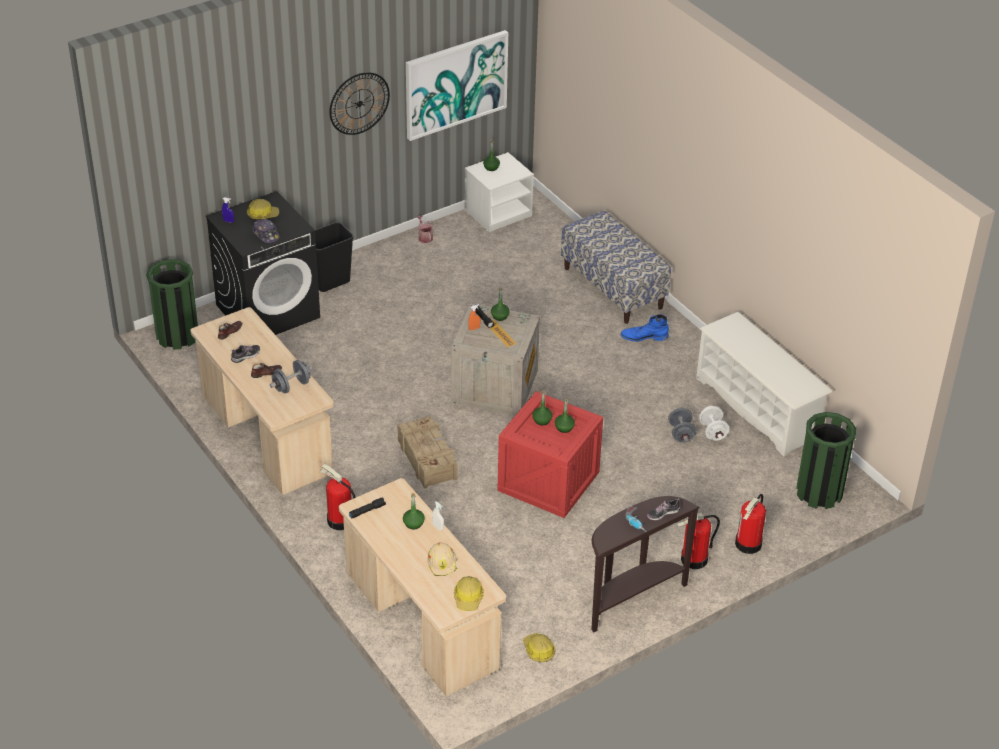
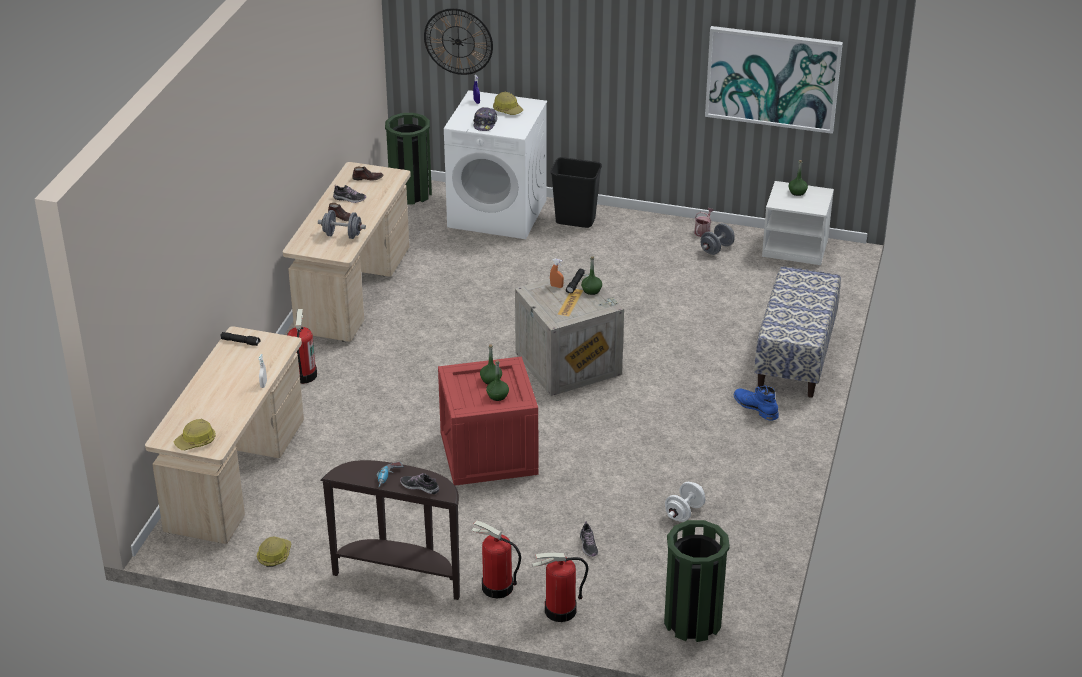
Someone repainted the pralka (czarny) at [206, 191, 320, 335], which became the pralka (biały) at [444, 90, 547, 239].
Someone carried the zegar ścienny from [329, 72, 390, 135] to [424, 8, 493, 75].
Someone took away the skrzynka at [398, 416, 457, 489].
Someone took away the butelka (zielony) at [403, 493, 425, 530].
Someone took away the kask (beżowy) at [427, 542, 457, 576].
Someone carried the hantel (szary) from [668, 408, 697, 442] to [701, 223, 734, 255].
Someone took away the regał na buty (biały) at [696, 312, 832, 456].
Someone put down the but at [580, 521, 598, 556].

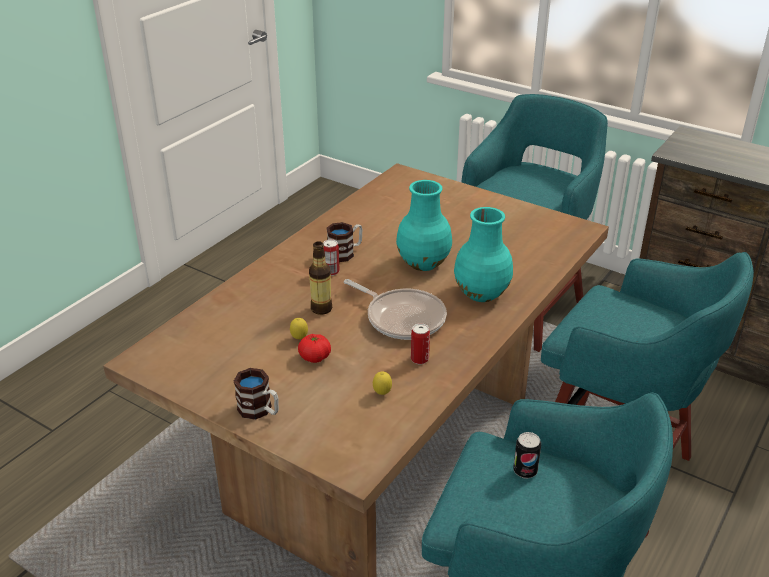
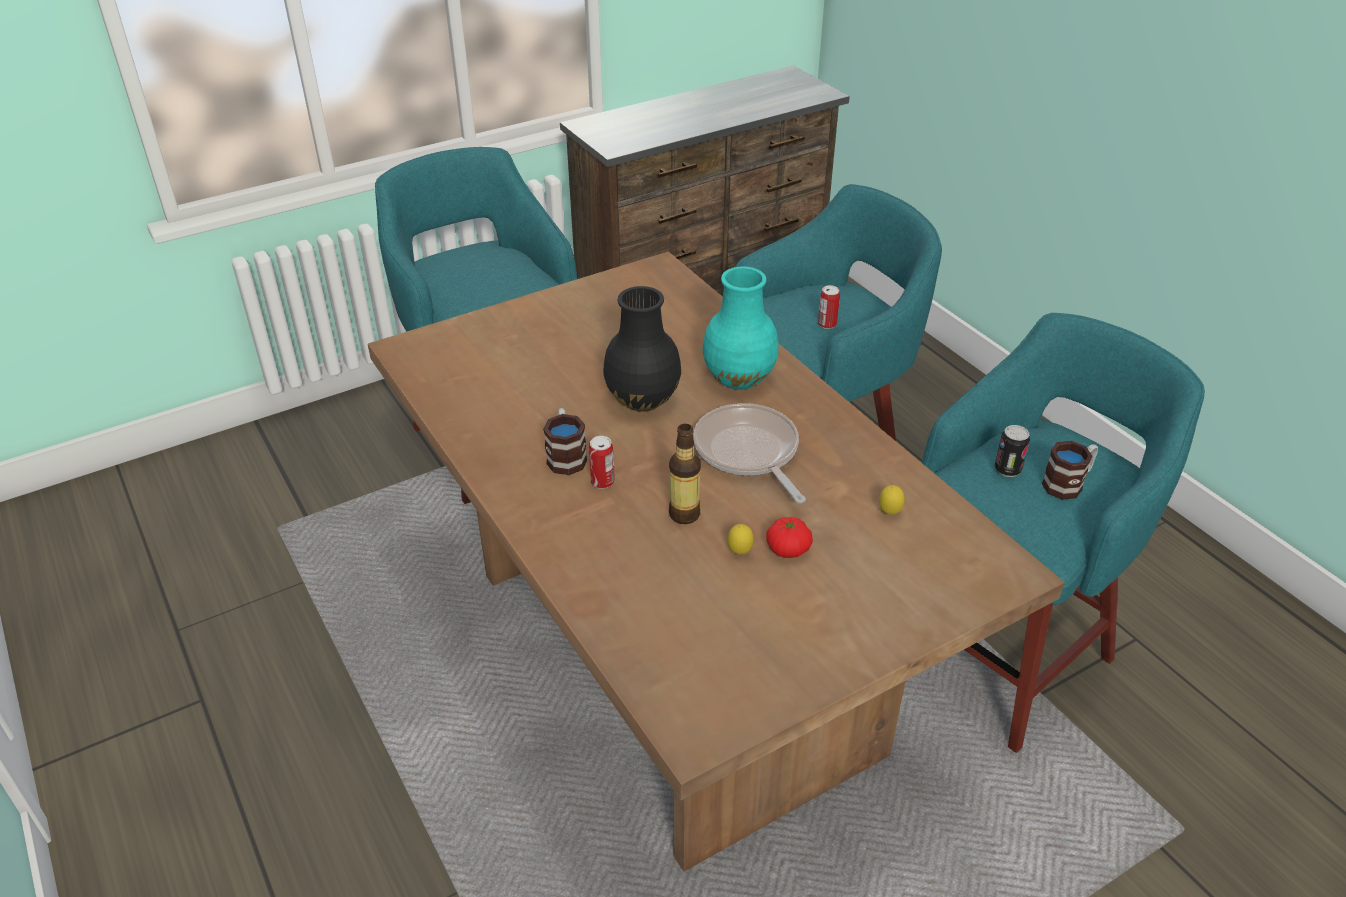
Someone carried the kubek from [234, 368, 279, 420] to [1042, 441, 1098, 500].
Someone rotated the patelnia at [344, 279, 447, 340] by 90 degrees counterclockwise.
Someone repainted the wazon (turkusowy) at [396, 180, 452, 271], which became the wazon (czarny) at [603, 286, 681, 412].
Someone carried the puszka from [411, 323, 430, 364] to [818, 285, 840, 329].

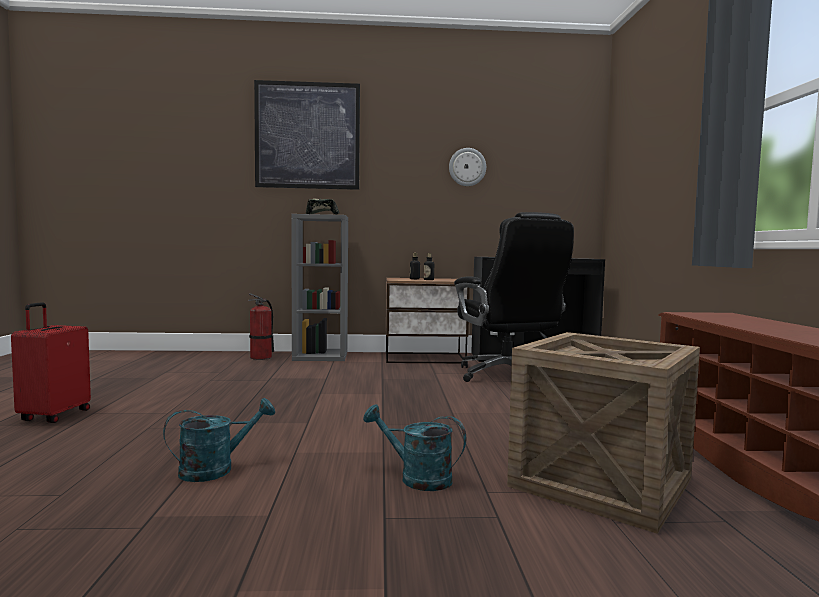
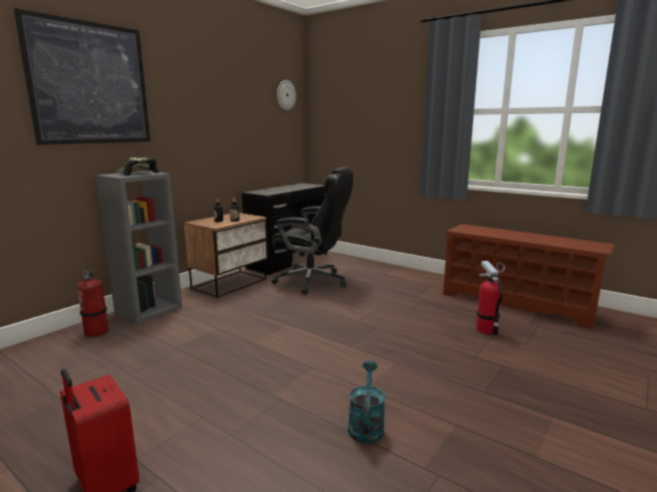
Someone took away the konewka (turkusowy) at [363, 404, 466, 491].
Someone carried the zegar ścienny from [449, 148, 486, 186] to [277, 80, 296, 110].
Someone swapped the skrzynka at [507, 332, 700, 534] for the gaśnica at [476, 261, 505, 336].

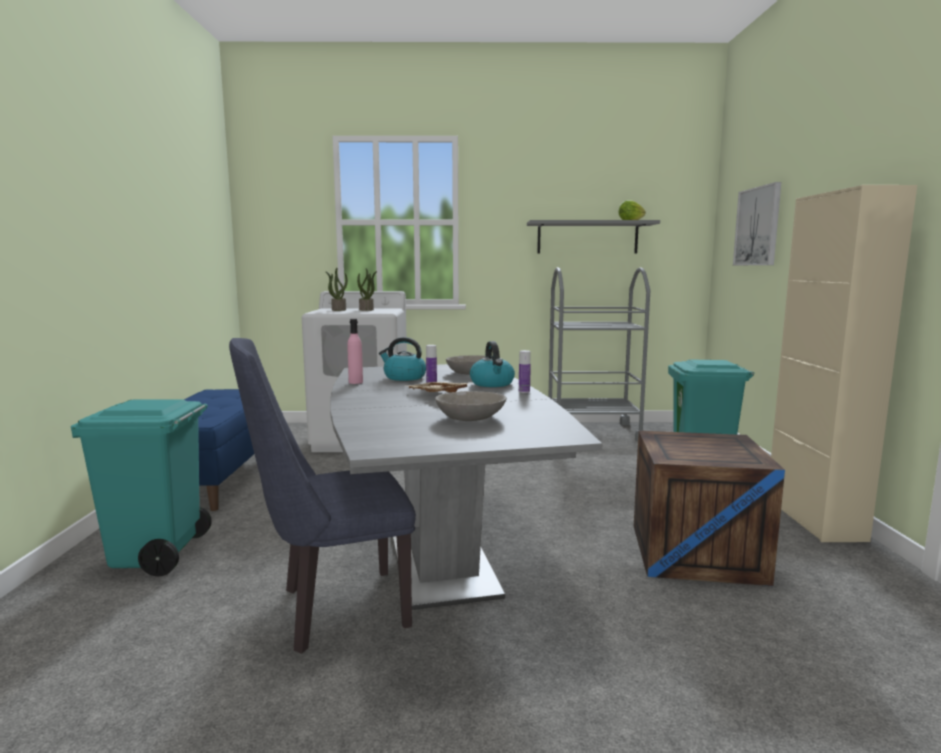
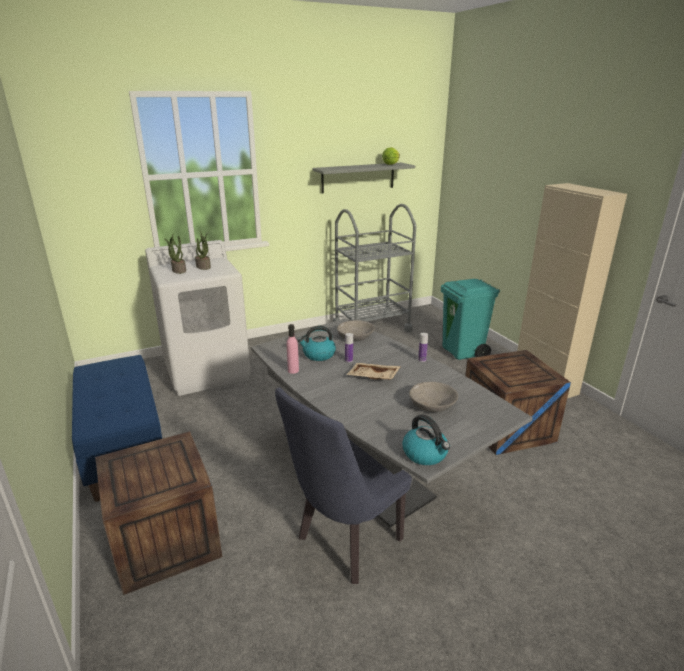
Someone swapped the kosz na śmieci (turkusowy) at [71, 399, 212, 576] for the skrzynka at [95, 431, 222, 595].
Someone carried the czajnik from [470, 341, 515, 387] to [402, 415, 450, 465].
Someone took away the obraz at [733, 182, 781, 265].

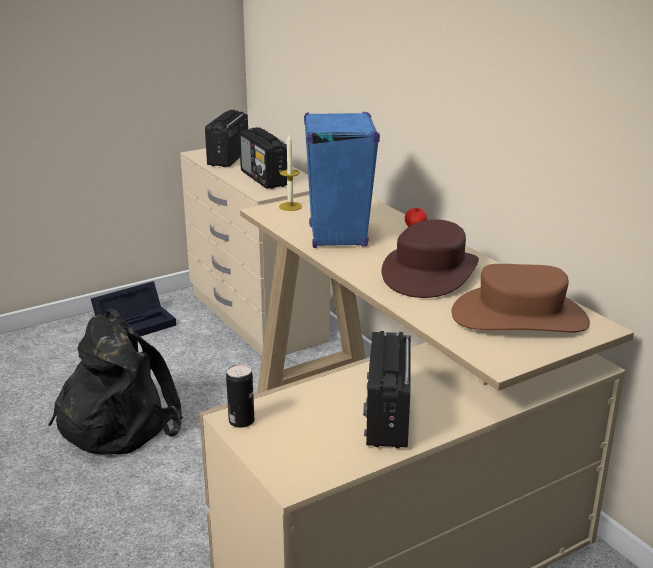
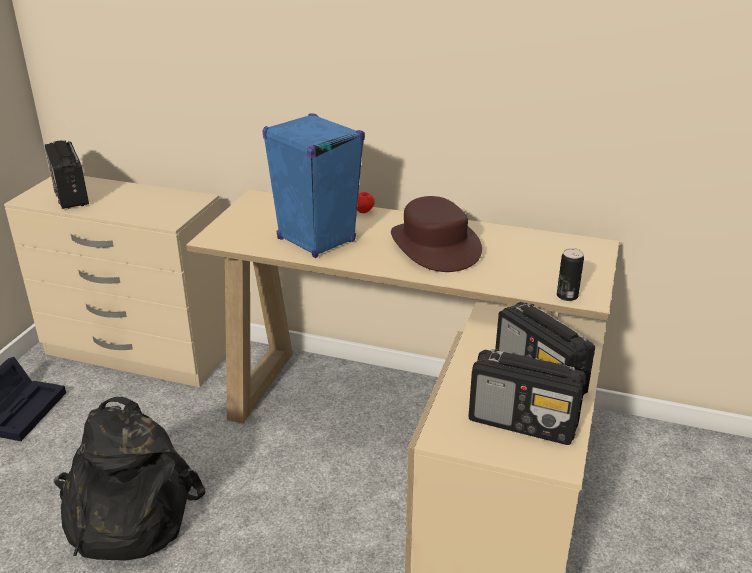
Someone carried the puszka from [226, 364, 254, 428] to [557, 248, 584, 301].
Someone carried the radio from [239, 127, 287, 189] to [468, 349, 586, 445].
Someone took away the świeca at [279, 134, 302, 211].
Someone took away the kapelusz (brązowy) at [452, 264, 590, 332].

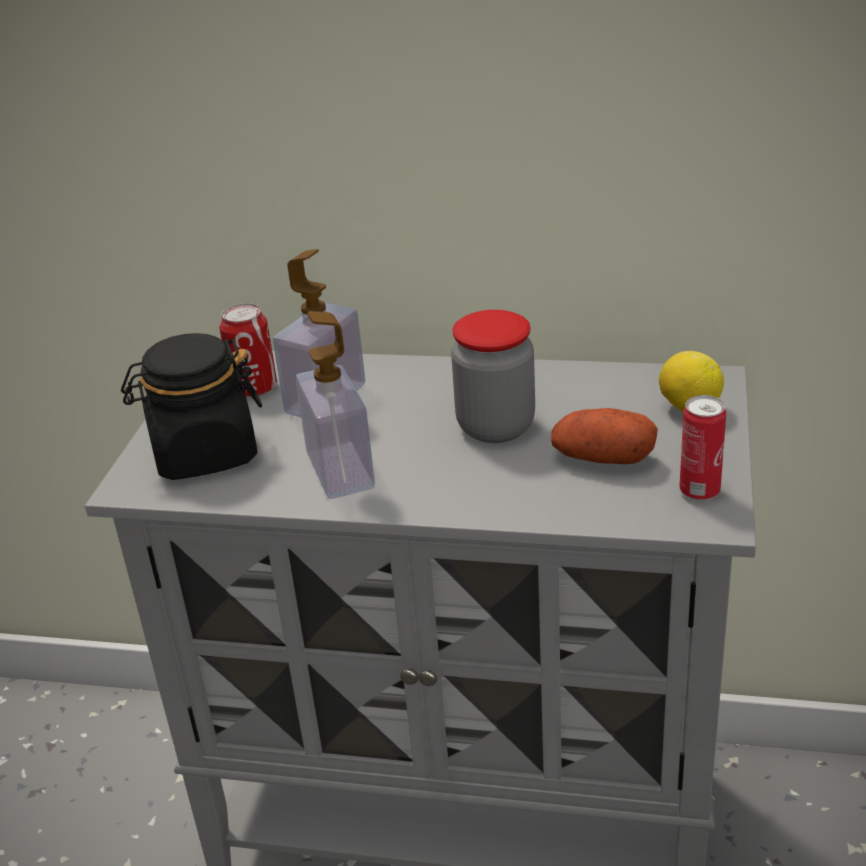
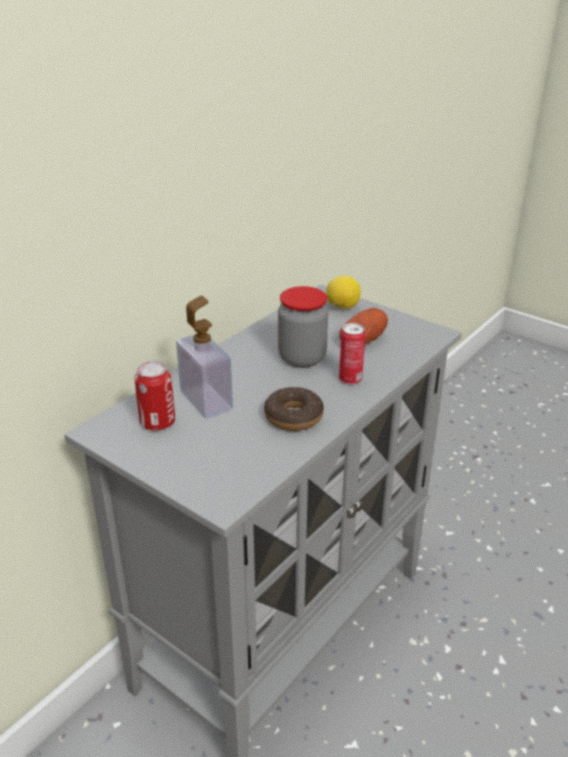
Someone took away the słoik (czarny) at [121, 333, 262, 480].
Someone swapped the dozownik mydła at [296, 311, 375, 499] for the donut at [264, 387, 324, 431].
Someone carried the puszka from [679, 395, 726, 501] to [339, 323, 365, 385].

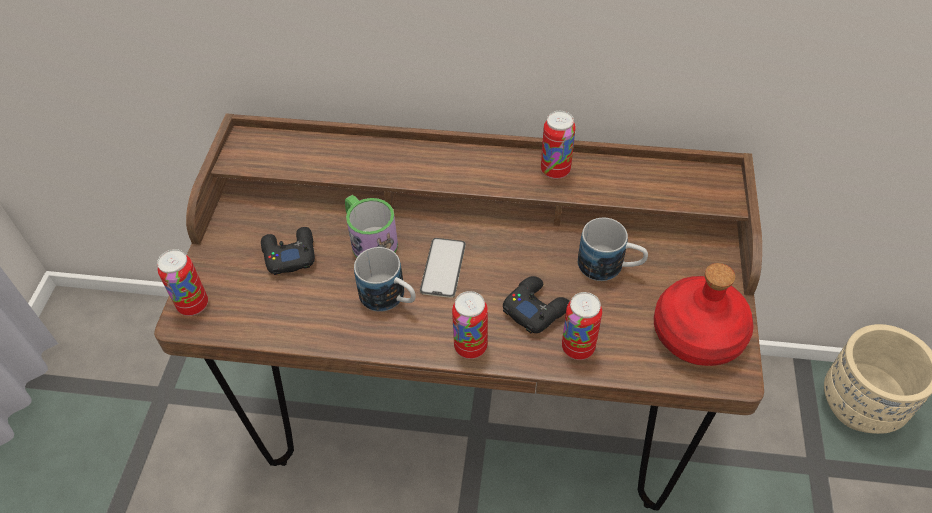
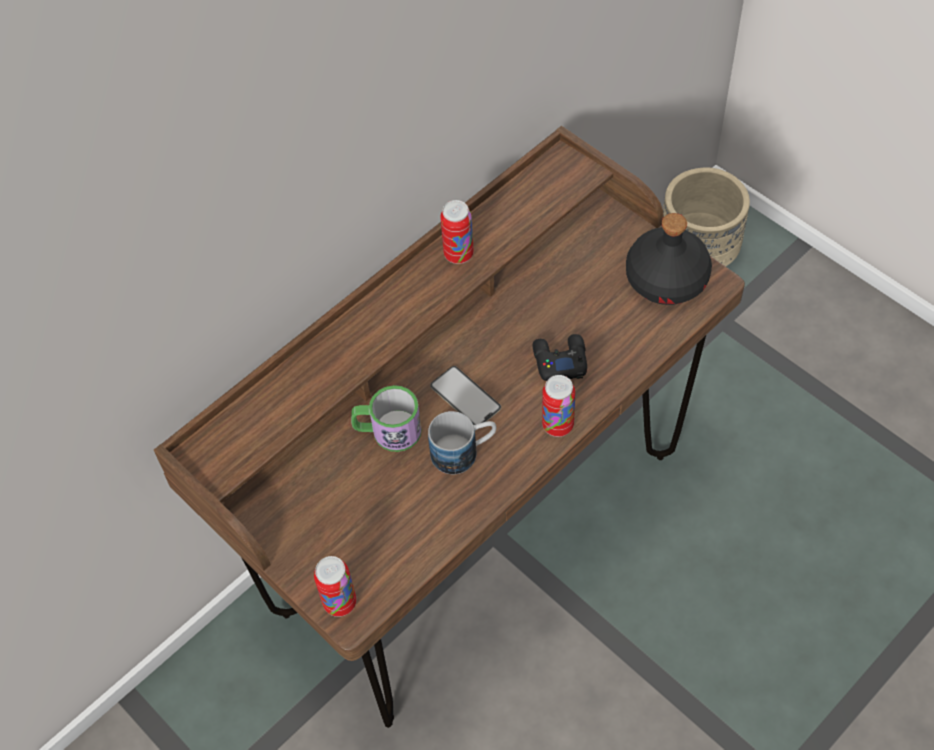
Someone took away the pad do gier (czarny) at [261, 227, 315, 275].
Someone took away the puszka at [562, 292, 602, 360].
Someone took away the kubek at [578, 218, 648, 281].
Someone repainted the butelka (czerwony) at [654, 263, 754, 366], which became the butelka (czarny) at [626, 213, 712, 305].

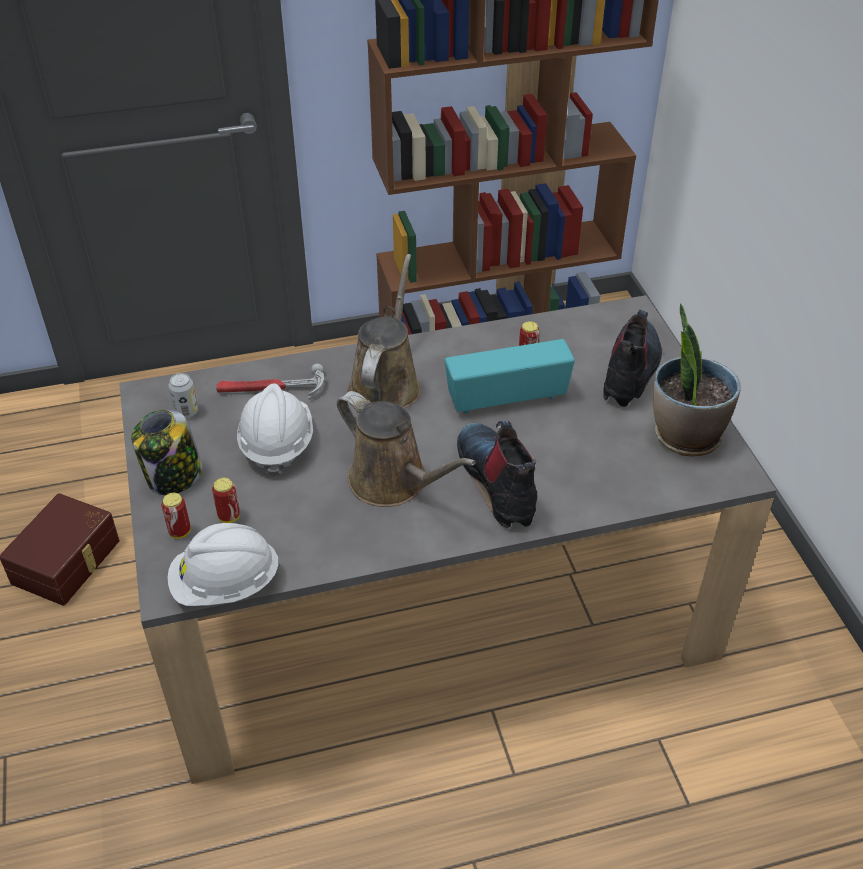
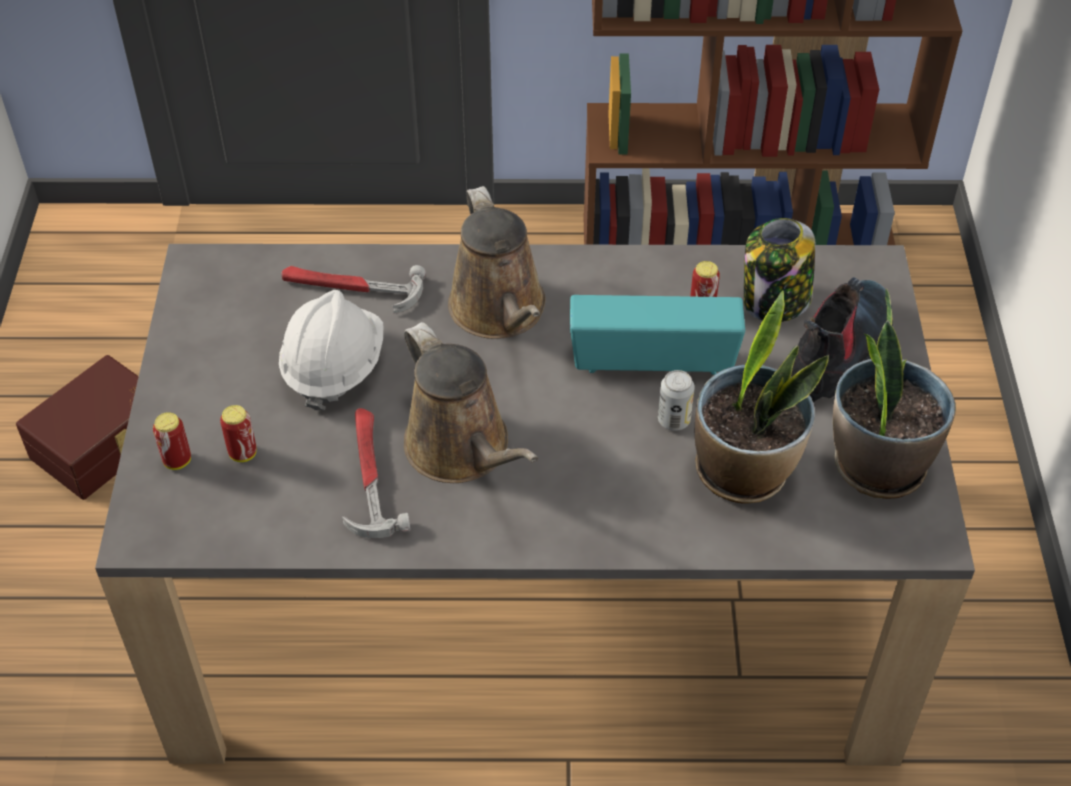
Someone carried the słoik from [131, 410, 203, 495] to [744, 218, 815, 322].
Someone carried the puszka from [168, 373, 198, 418] to [658, 370, 695, 431].
Someone took away the kask (biały) at [168, 523, 280, 606].
Someone rotated the konewka (brązowy) at [347, 254, 421, 408] by 135 degrees clockwise.
Someone took away the but z cholewką at [457, 421, 537, 529].
Someone put down the młotek at [342, 408, 410, 538].
Someone put down the roślina doniczkowa at [695, 290, 829, 504].

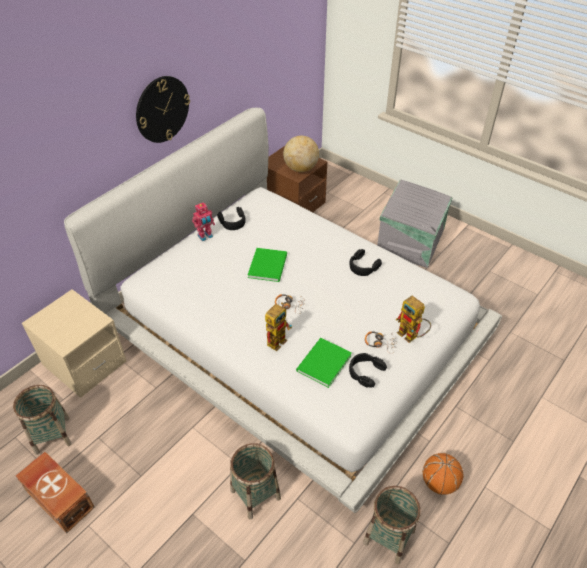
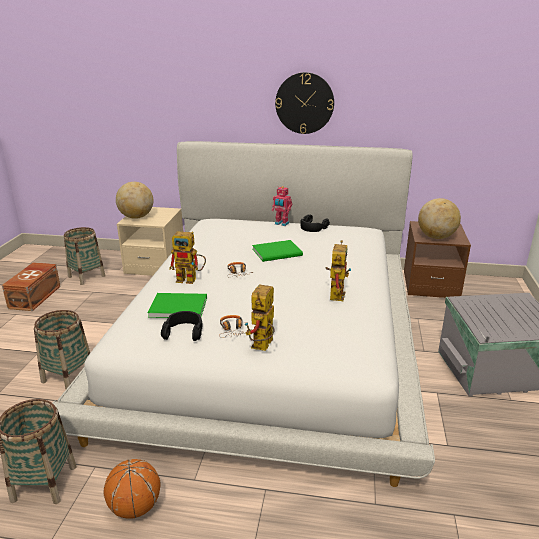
Someone swapped the słuchawki (czarny) at [349, 249, 382, 276] for the robot zabawkowy at [326, 240, 351, 301].
Someone put down the globus at [116, 182, 153, 219].

